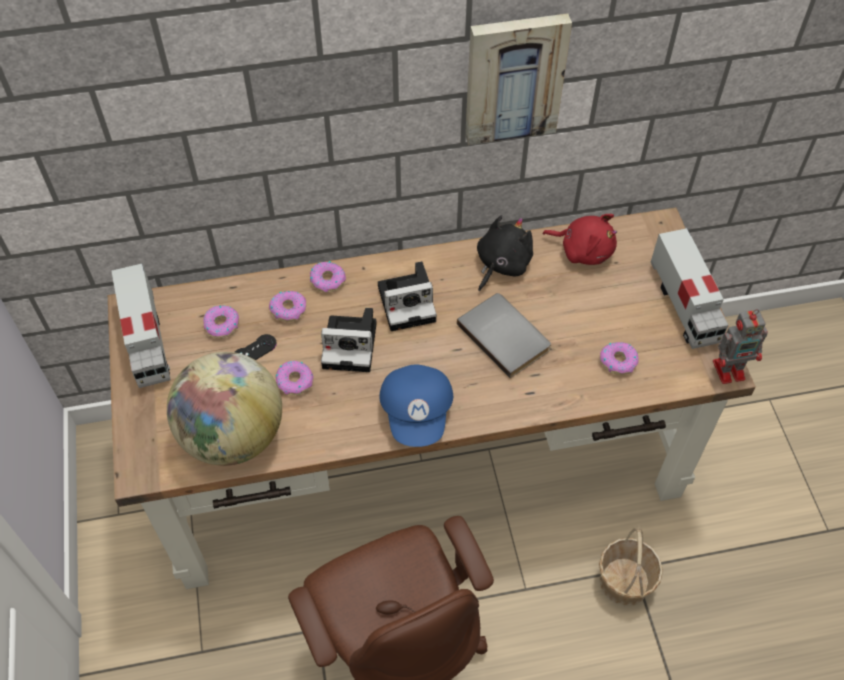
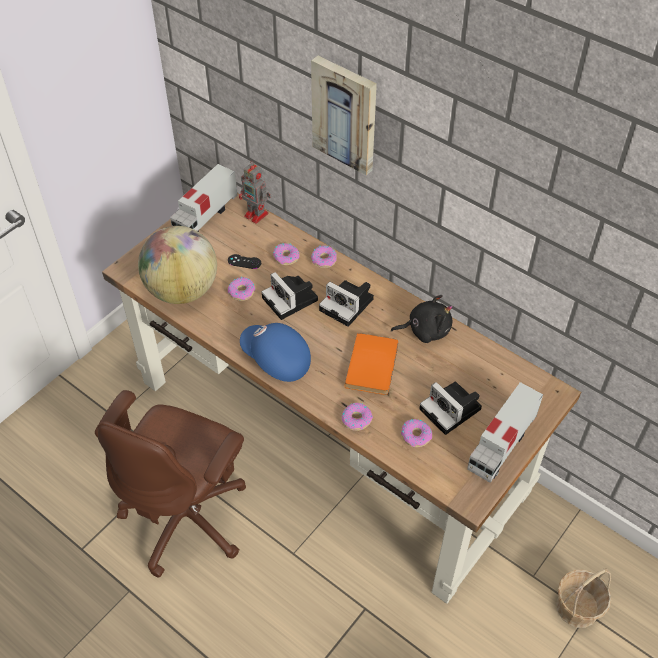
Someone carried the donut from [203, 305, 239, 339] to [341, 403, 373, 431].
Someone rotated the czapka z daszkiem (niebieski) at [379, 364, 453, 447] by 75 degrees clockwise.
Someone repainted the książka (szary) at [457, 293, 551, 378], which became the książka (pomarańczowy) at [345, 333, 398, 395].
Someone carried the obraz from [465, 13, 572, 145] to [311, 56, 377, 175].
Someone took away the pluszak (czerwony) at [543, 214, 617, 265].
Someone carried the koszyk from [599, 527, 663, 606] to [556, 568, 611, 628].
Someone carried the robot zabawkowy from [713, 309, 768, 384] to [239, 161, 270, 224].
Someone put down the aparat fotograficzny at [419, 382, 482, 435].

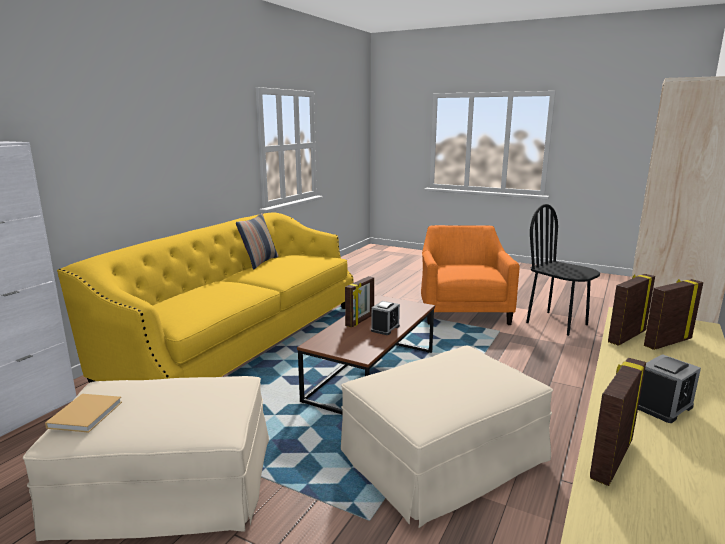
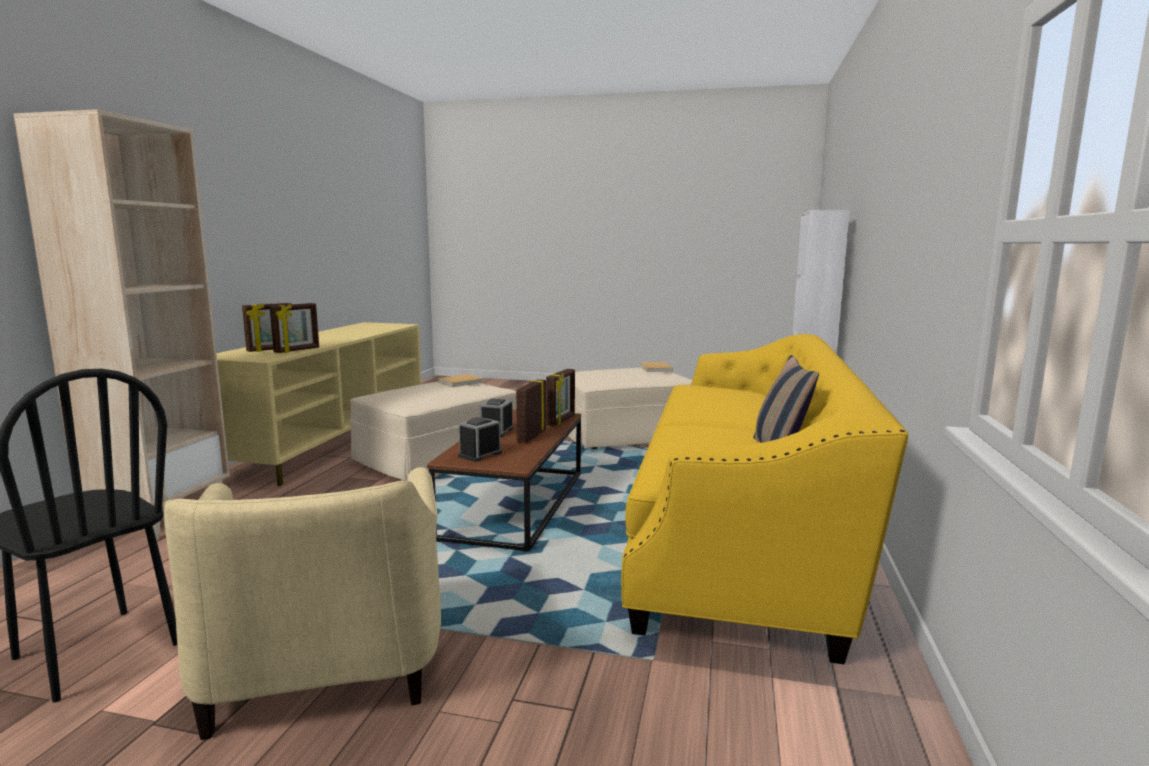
Someone repainted the fotel (pomarańczowy) at [421, 225, 520, 325], which became the fotel (beżowy) at [164, 467, 441, 740].
Someone carried the ramka na zdjęcie from [590, 358, 646, 486] to [546, 369, 575, 426].
Someone carried the budzik from [638, 354, 701, 423] to [458, 417, 502, 462].
Someone put down the książka (beżowy) at [438, 374, 484, 387].

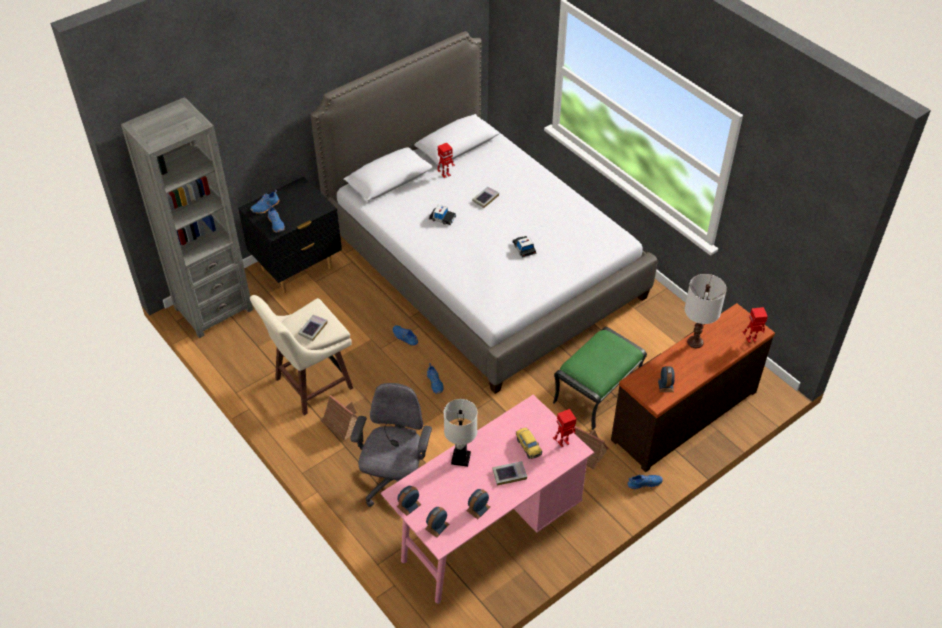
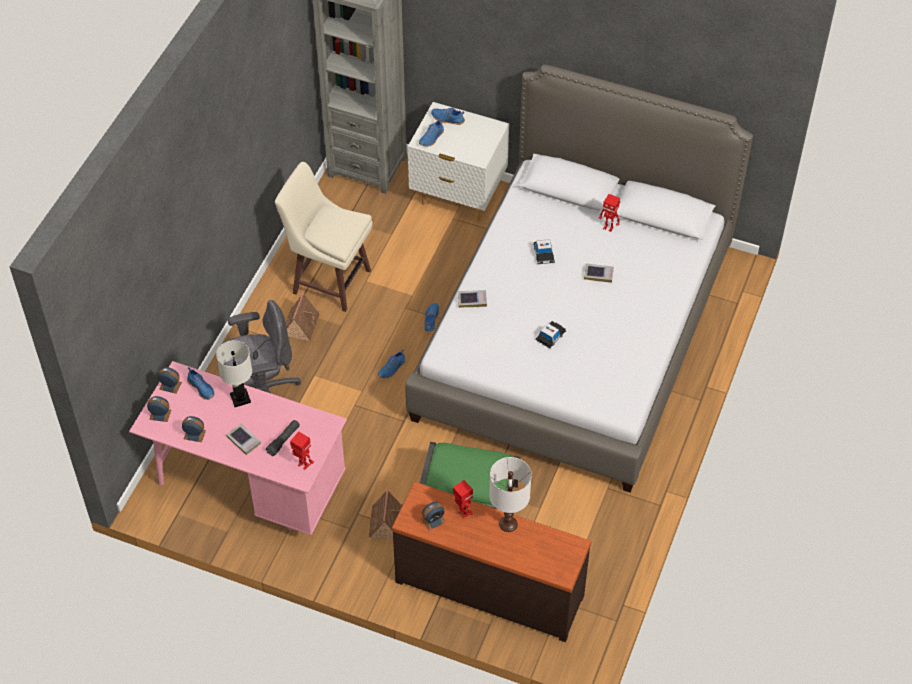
Someone repainted the szafka nocna (czarny) at [238, 177, 342, 293], which became the szafka nocna (biały) at [408, 102, 509, 221].
Someone carried the książka from [298, 315, 327, 341] to [458, 290, 487, 308].
Someone swapped the samochodzik at [515, 428, 542, 459] for the latarka (czarny) at [266, 420, 300, 456].
Someone carried the but (niebieski) from [627, 475, 663, 491] to [187, 367, 215, 400].
Someone carried the robot zabawkowy from [742, 307, 768, 343] to [453, 480, 473, 518].

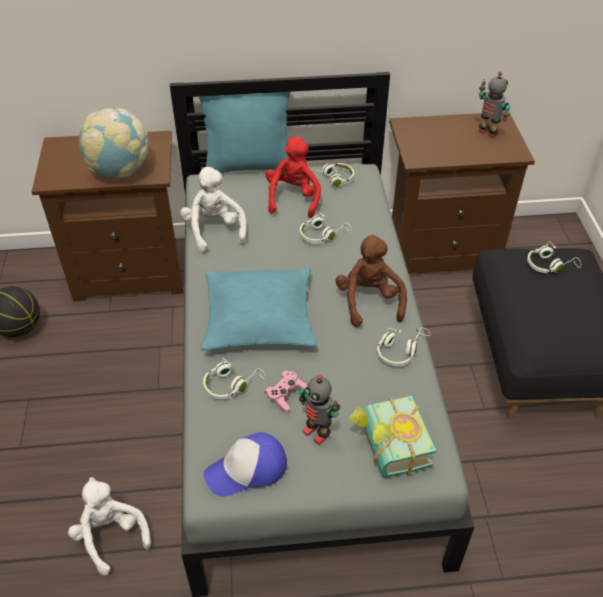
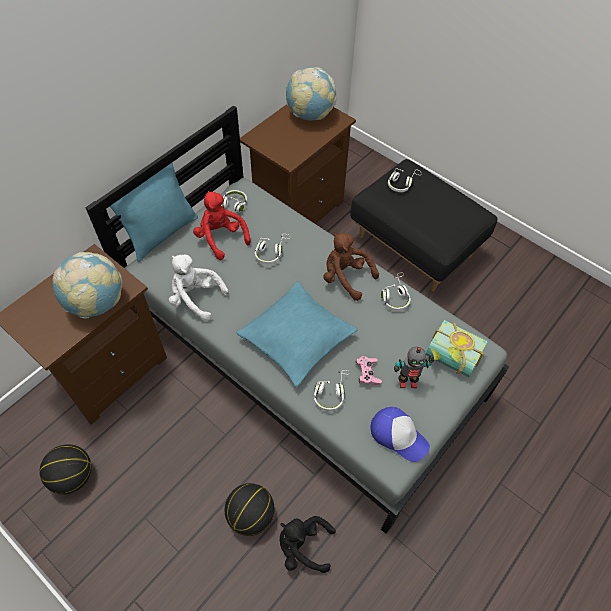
Someone repainted the pluszak (biały) at [68, 477, 151, 575], which became the pluszak (czarny) at [279, 516, 336, 573].
Someone rotated the czapka z daszkiem at [204, 432, 287, 497] by 75 degrees counterclockwise.
Someone swapped the robot zabawkowy at [479, 72, 510, 138] for the globus at [286, 67, 336, 120].
Someone put down the piłka do koszykówki at [225, 483, 275, 536].

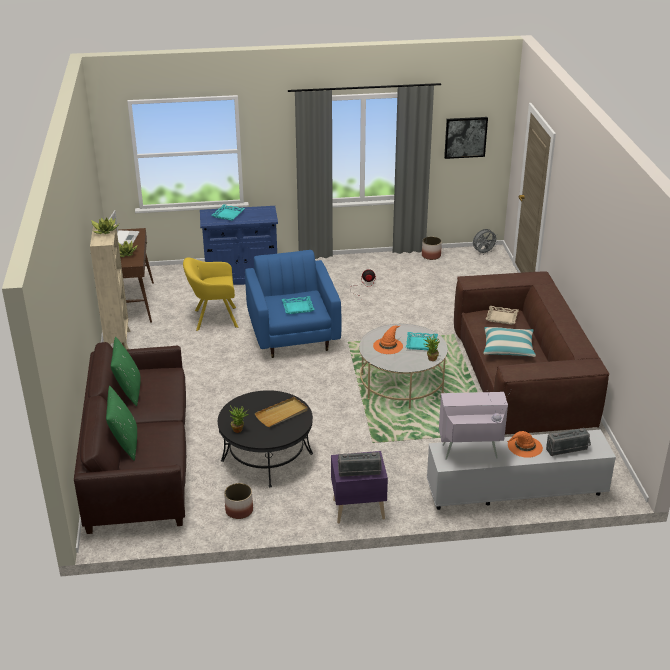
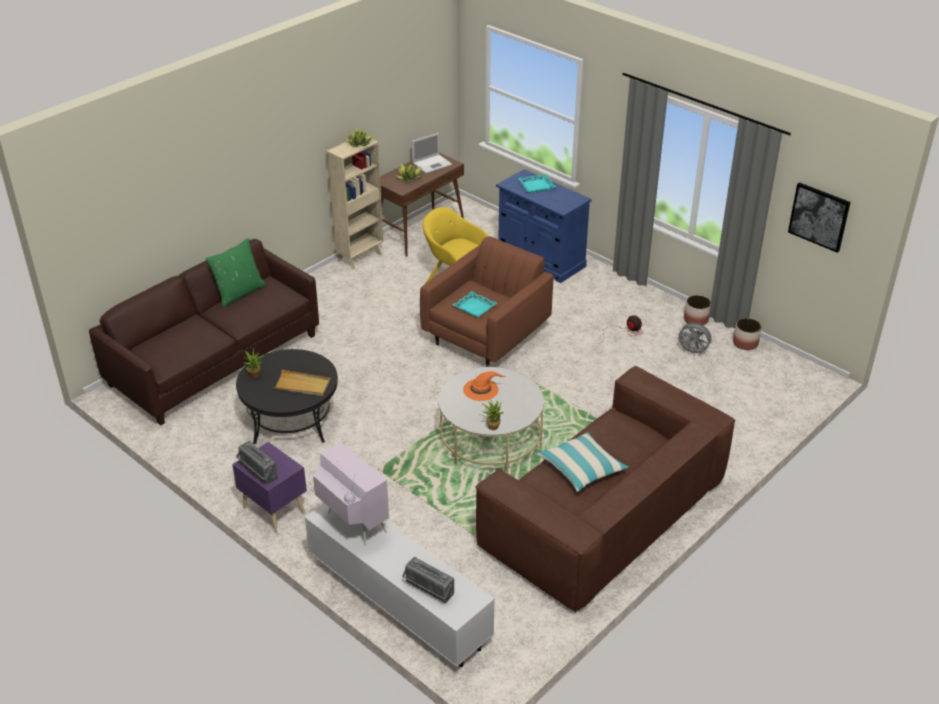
Someone took away the poduszka (zielony) at [106, 386, 137, 460].
Someone carried the donica from [224, 483, 253, 519] to [684, 295, 711, 325].
Someone repainted the fotel (niebieski) at [245, 250, 342, 358], which became the fotel (brązowy) at [420, 236, 553, 367].
Someone took away the taca (turkusowy) at [406, 332, 438, 350].
Someone carried the wentylator (szary) from [473, 229, 498, 255] to [676, 323, 712, 356].
Someone took away the taca (beżowy) at [486, 306, 519, 325].
Someone took away the kapelusz (pomarańczowy) at [507, 431, 543, 458].

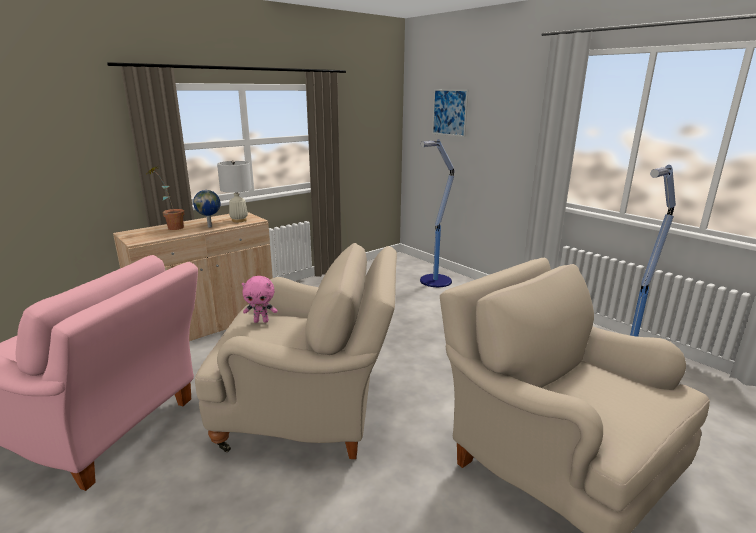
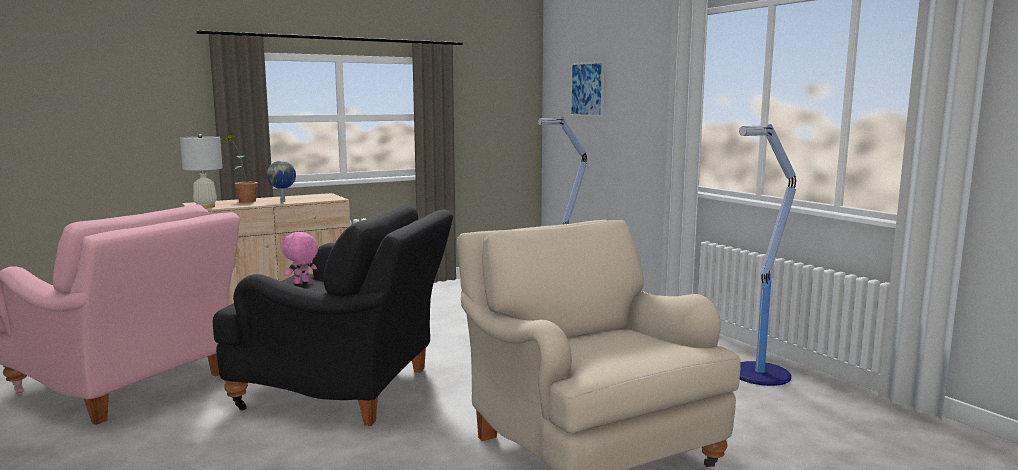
Someone repainted the fotel (beżowy) at [195, 243, 397, 459], which became the fotel (czarny) at [213, 204, 453, 426].
Someone carried the lampa stołowa (biały) from [217, 160, 252, 222] to [180, 134, 222, 208].
Someone rotated the pluszak (różowy) at [242, 276, 278, 323] by 120 degrees clockwise.

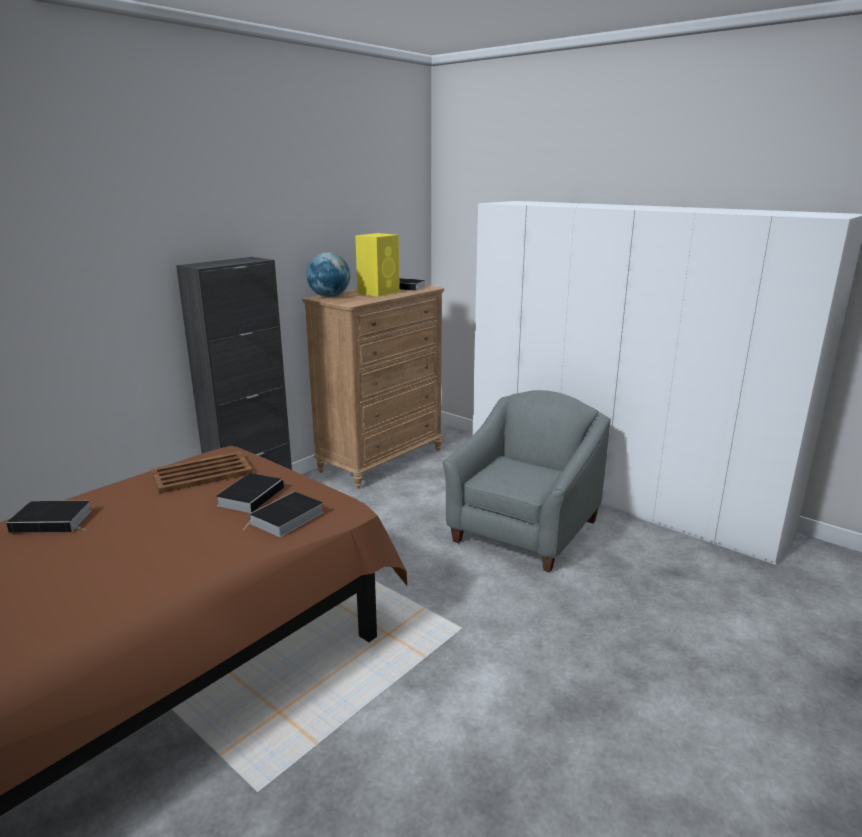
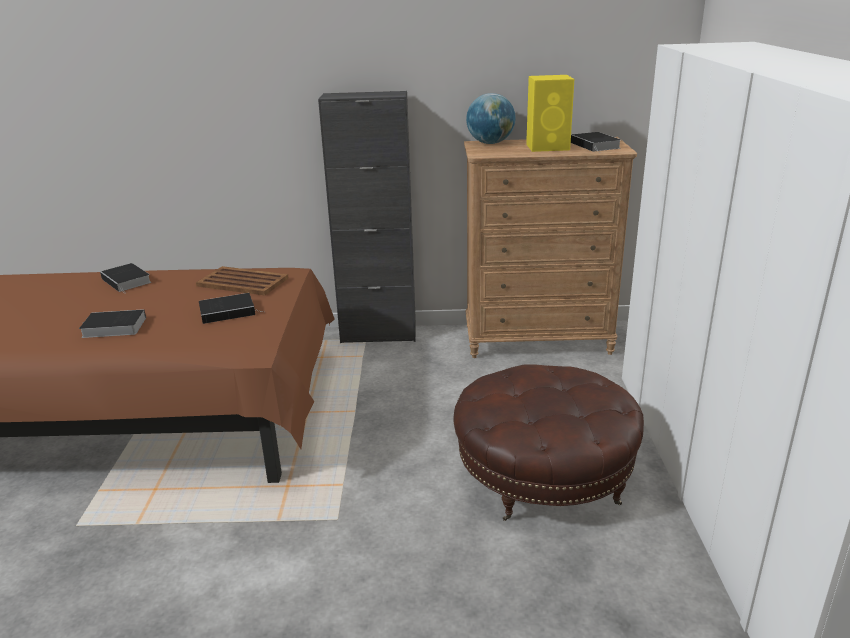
Someone carried the książka from [242, 492, 324, 537] to [79, 309, 146, 338].
Someone swapped the fotel (szary) at [443, 390, 611, 572] for the pufa (brązowy) at [453, 364, 644, 521].

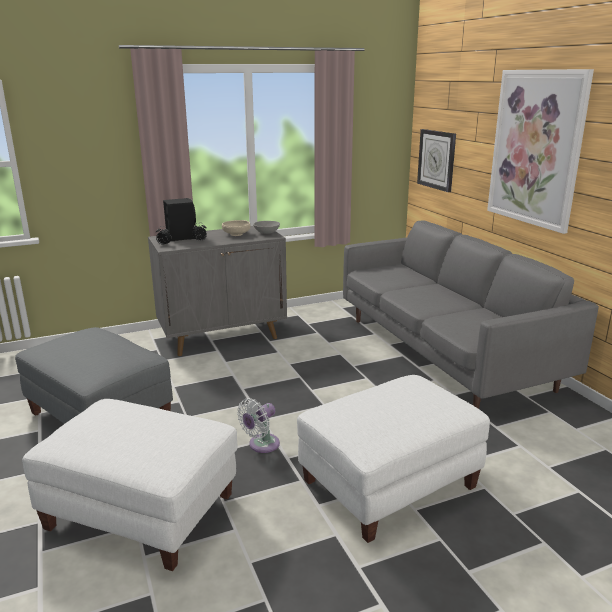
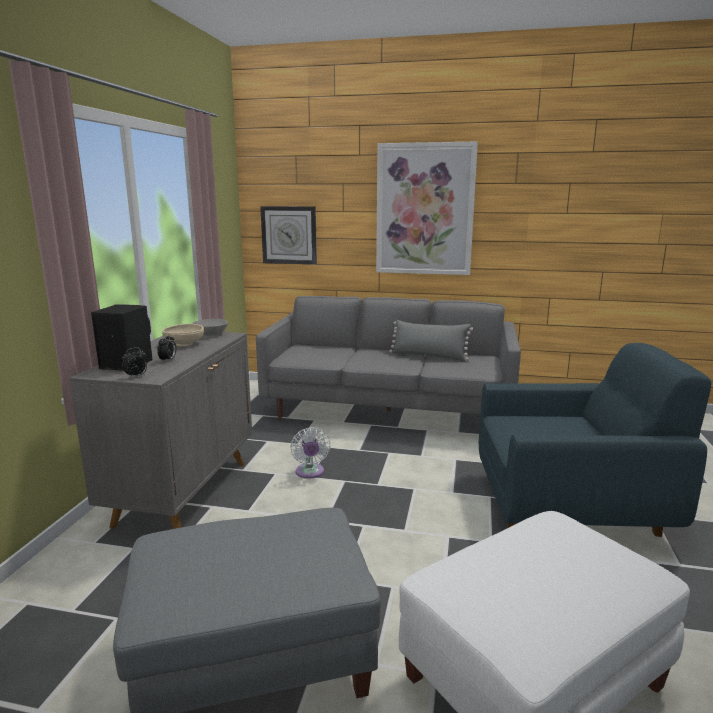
Someone carried the wentylator (biały) from [237, 398, 280, 453] to [290, 427, 331, 479].
Someone swapped the pufa (biały) at [297, 375, 490, 543] for the fotel (niebieski) at [479, 343, 711, 537].
Someone put down the poduszka (szary) at [389, 320, 473, 362].

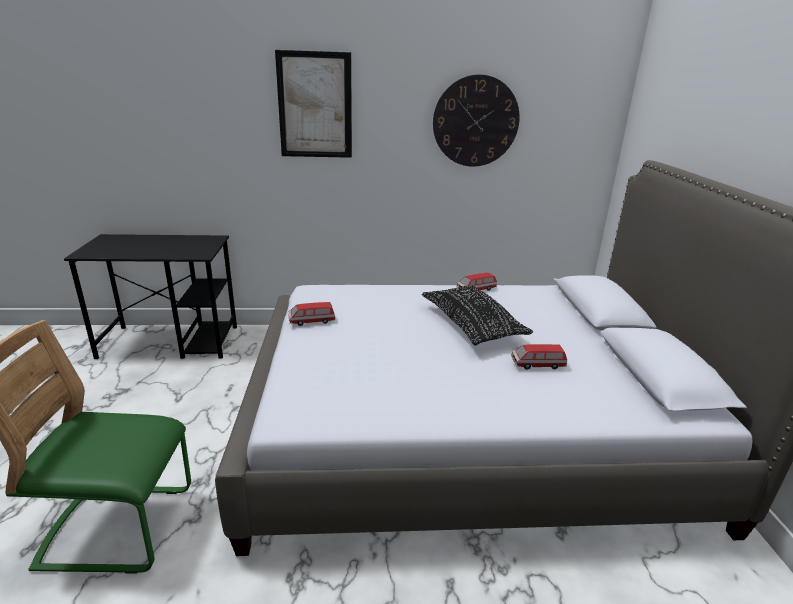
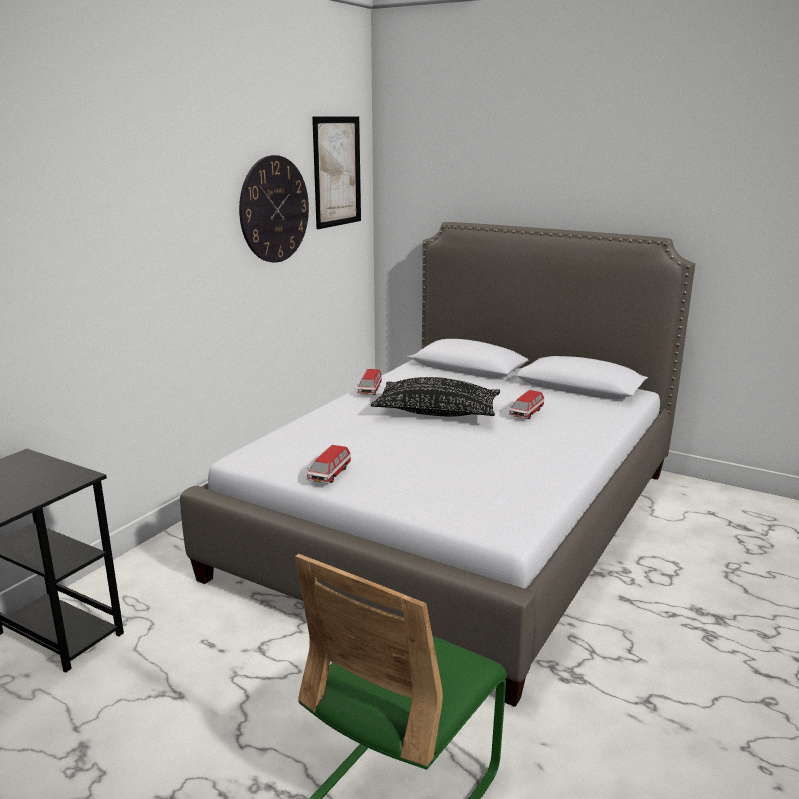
Someone carried the obraz from [275, 50, 352, 158] to [312, 117, 361, 229].

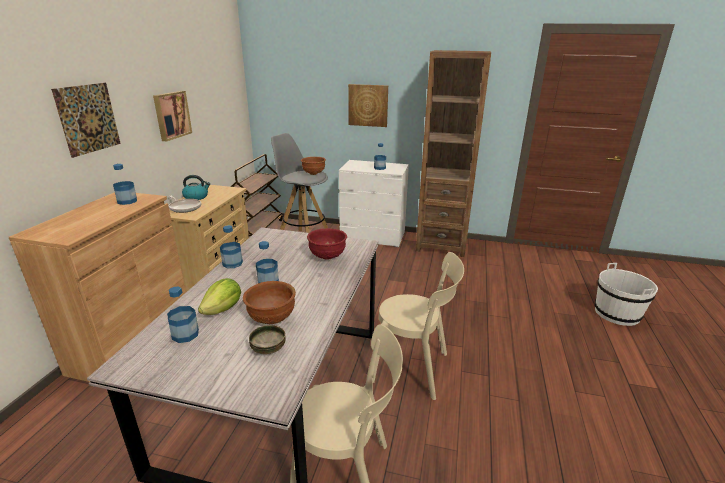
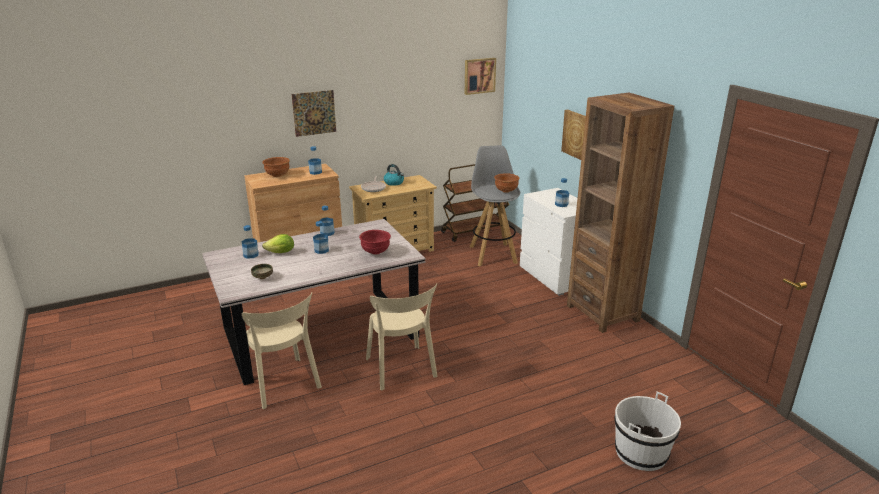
Someone carried the obraz from [153, 91, 192, 141] to [465, 58, 496, 95].
Someone carried the miska (brązowy) from [243, 281, 296, 324] to [262, 157, 290, 177].

